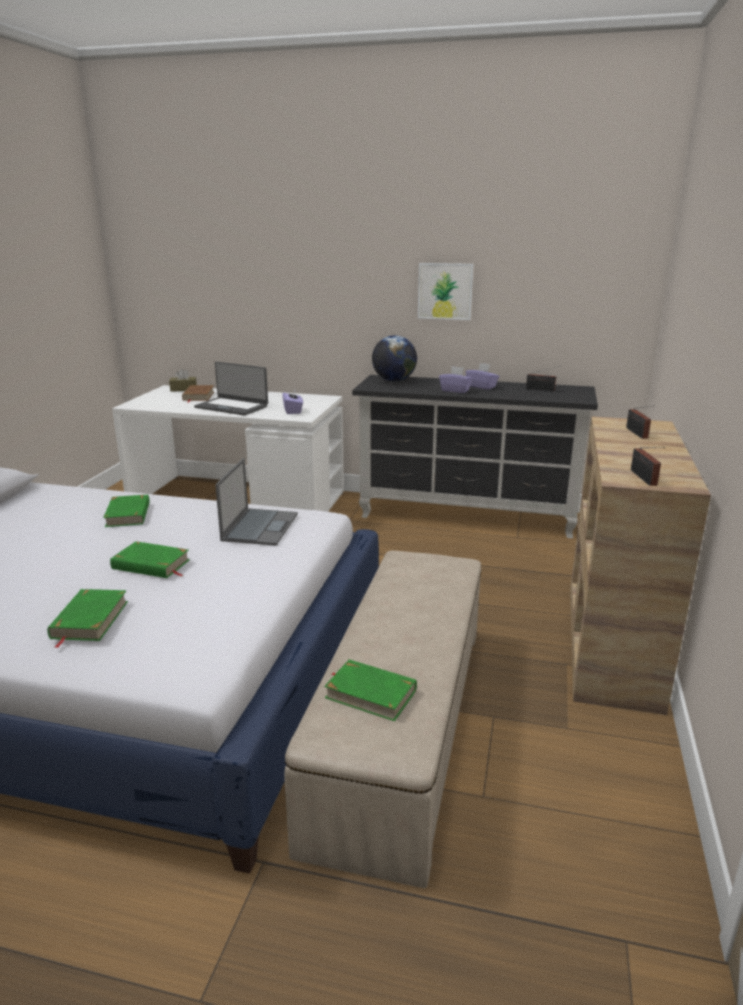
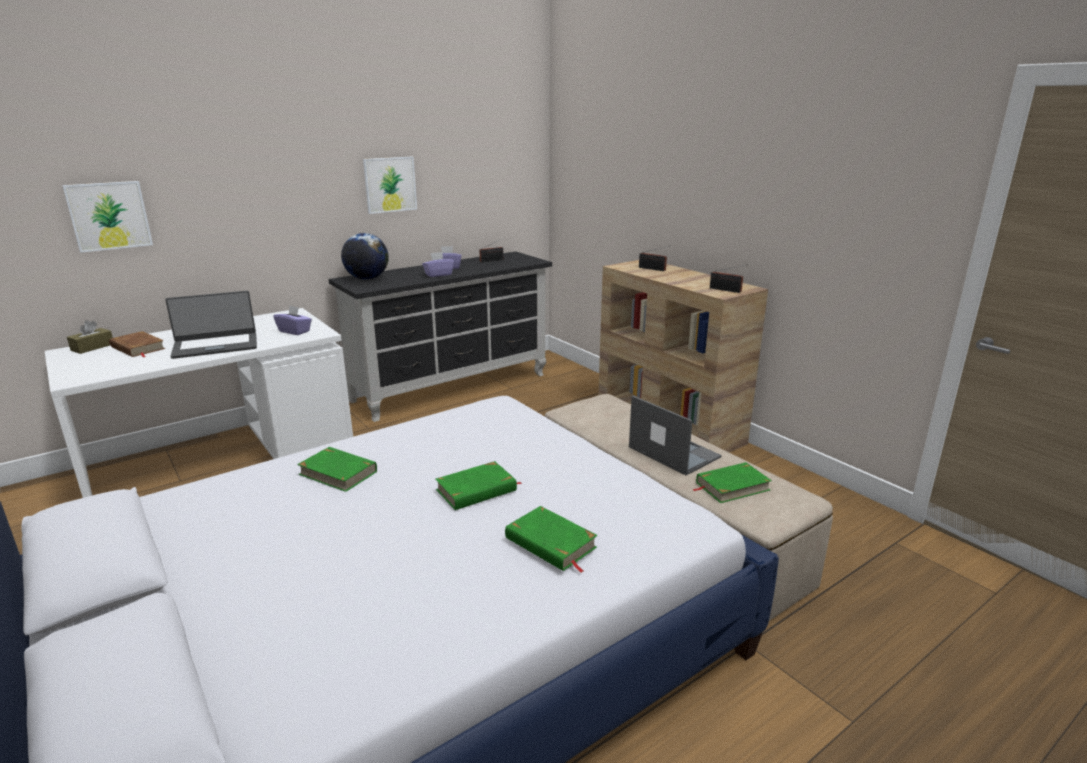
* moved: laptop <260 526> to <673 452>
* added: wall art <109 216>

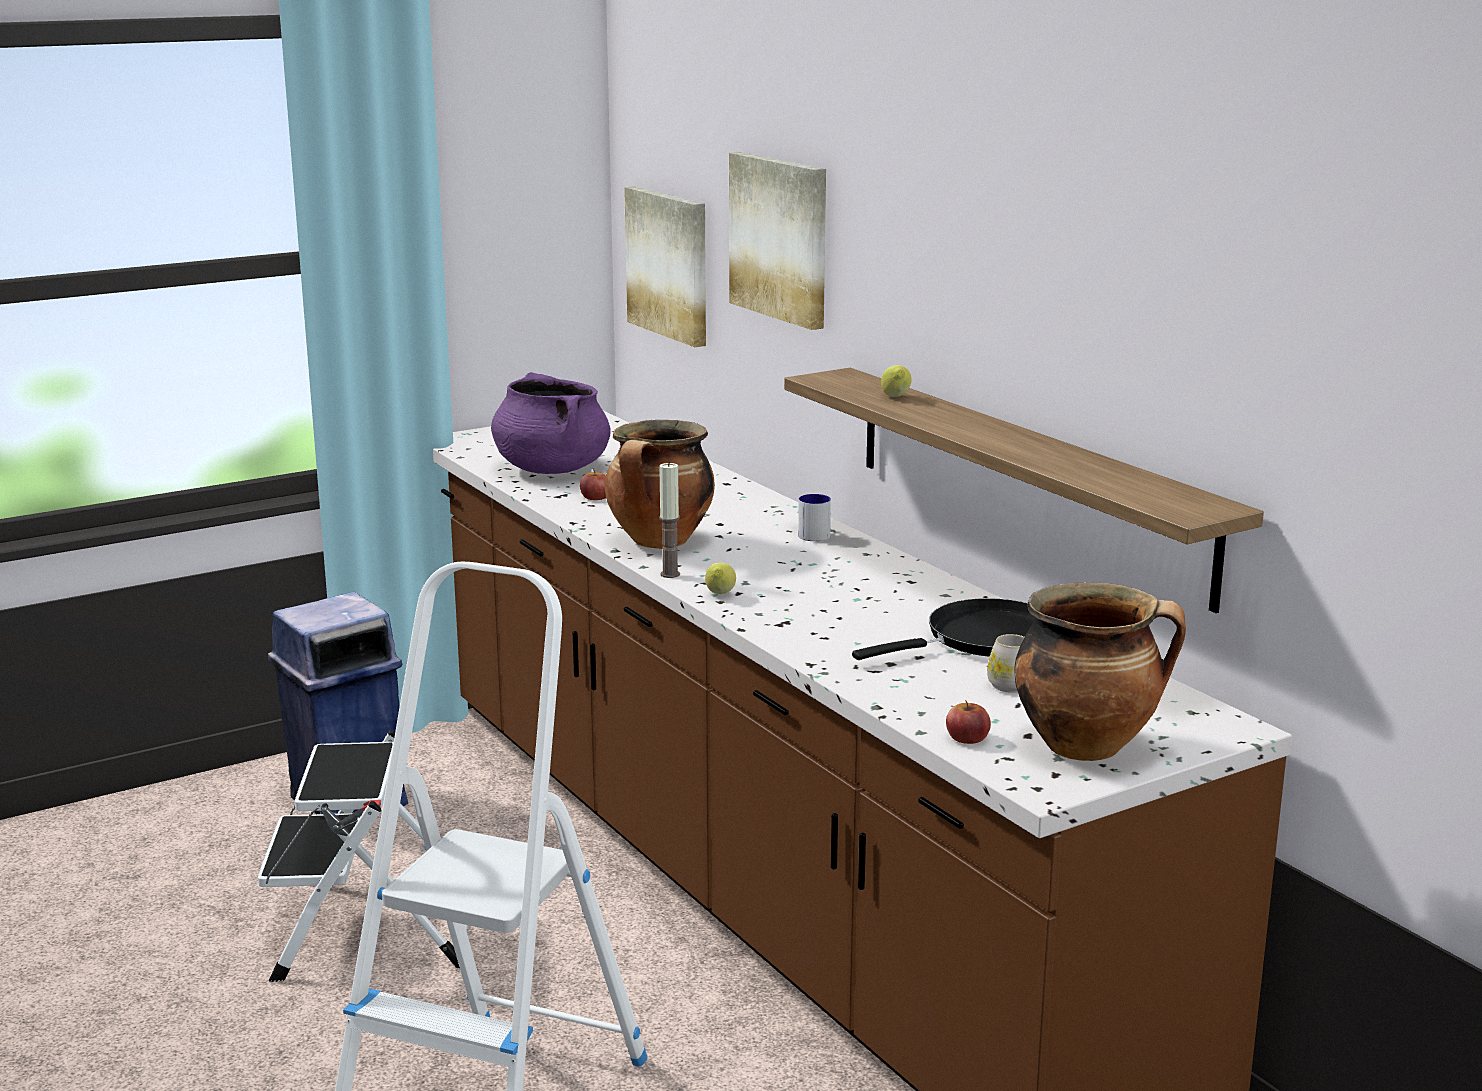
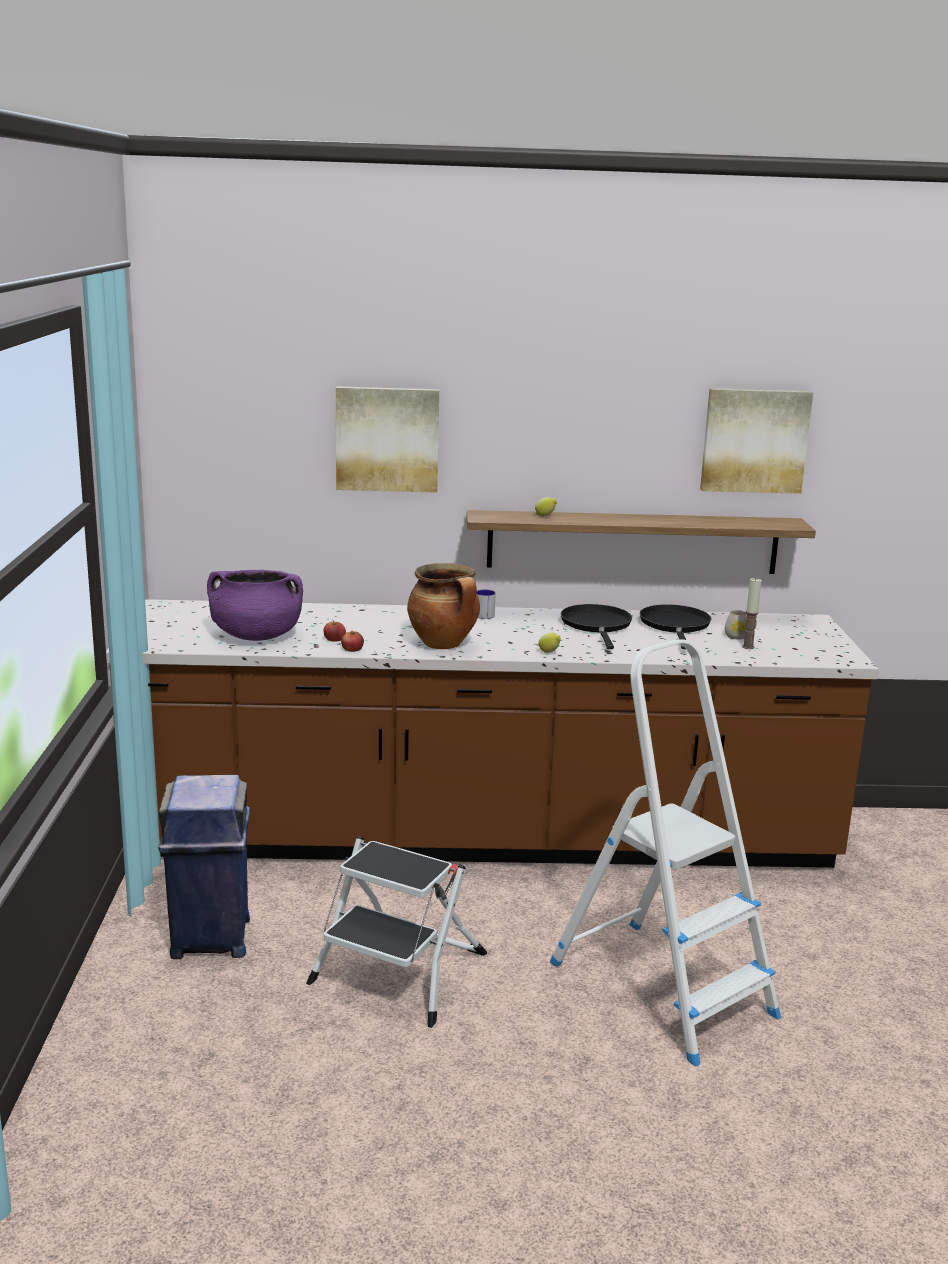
* moved: wall art <670 264> to <754 440>
* moved: candle <670 574> to <748 647>
* moved: whole apple <967 737> to <352 649>
* removed: saucepot <1088 746>
* added: black skillet <597 625>

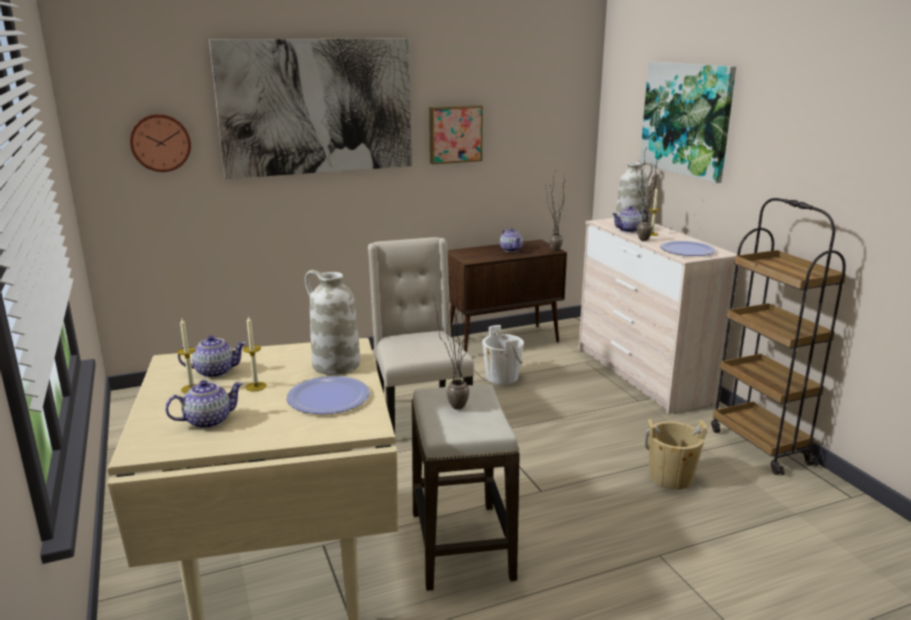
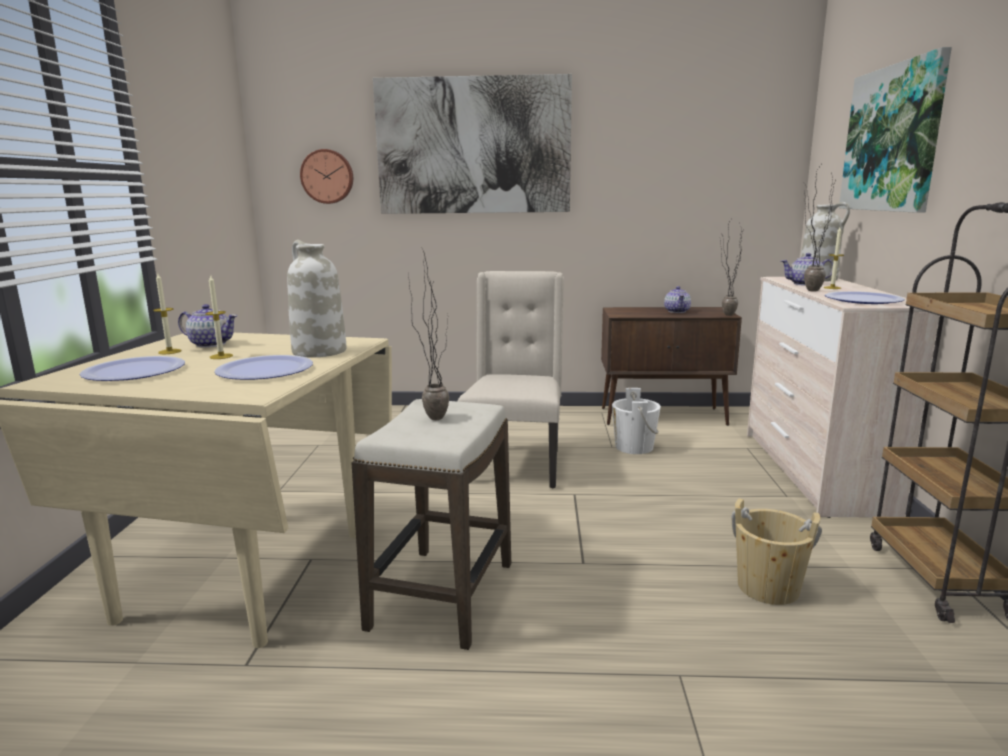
* replaced: teapot <207 421> to dinner plate <134 371>
* removed: wall art <455 134>

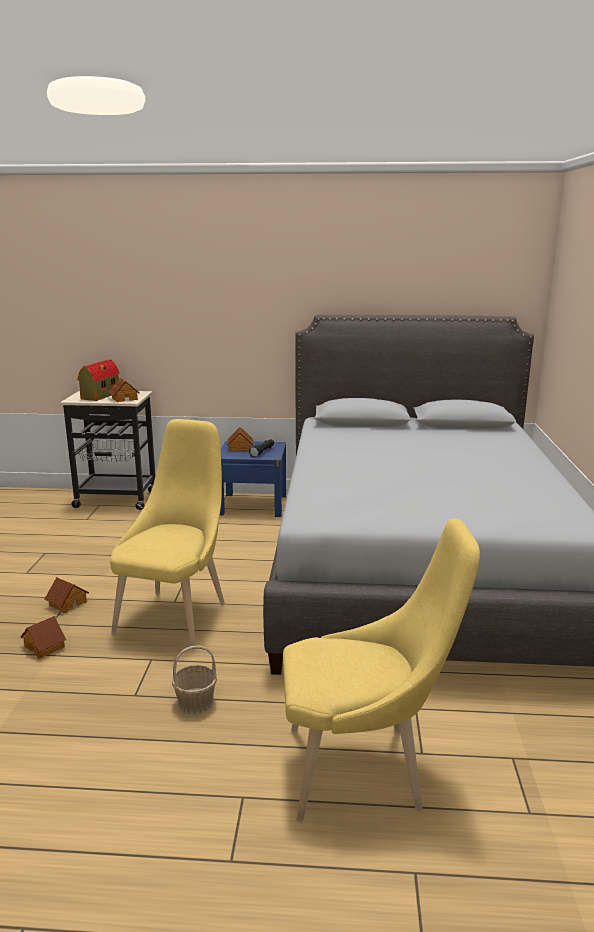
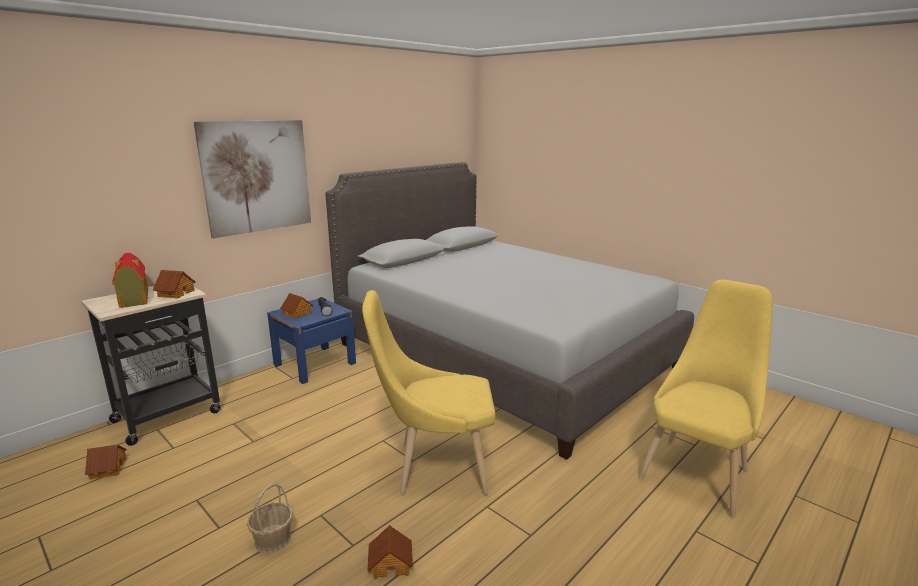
* moved: miniature house <67 603> to <107 469>
* turned: yellowish upright chair <176 615> = <435 467> 60 degrees counterclockwise
* moved: basket <195 702> to <272 539>
* added: wall art <257 176>

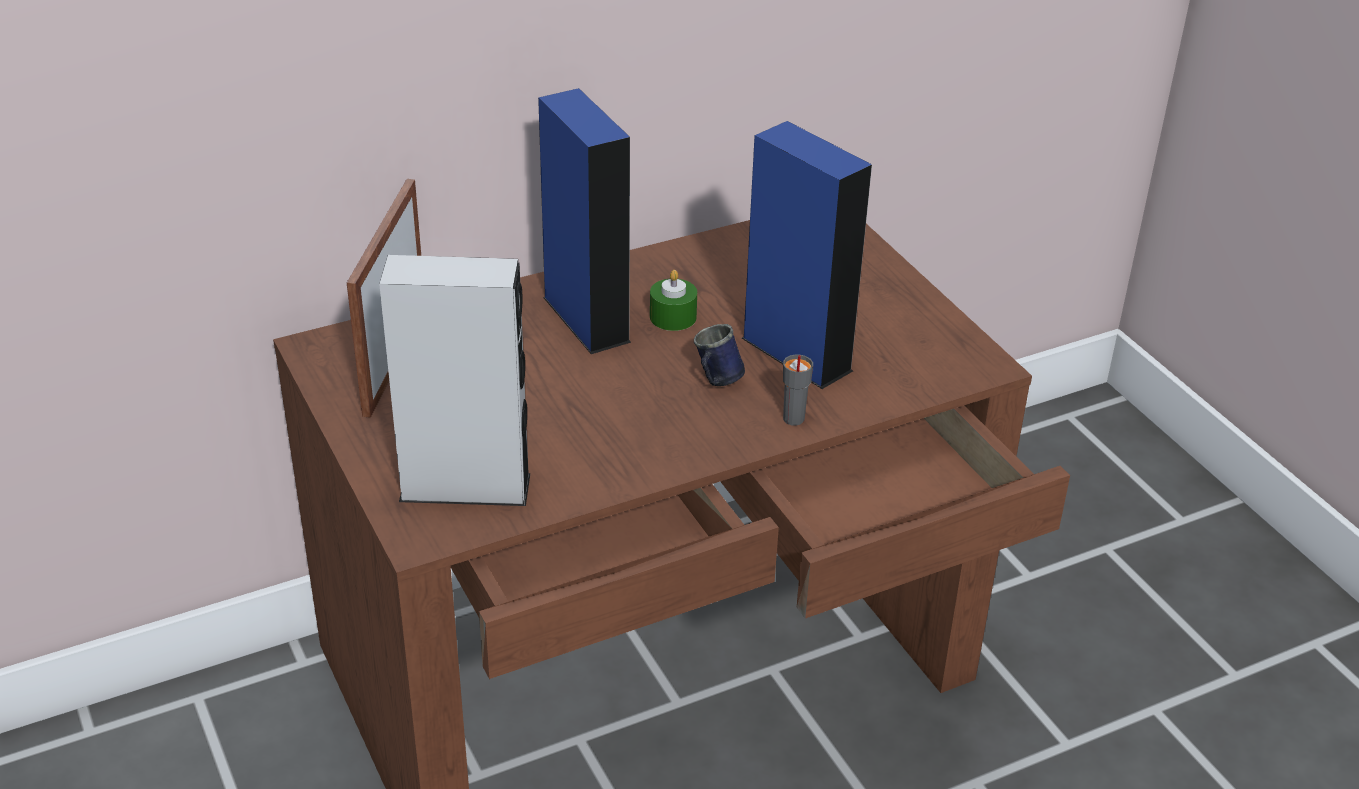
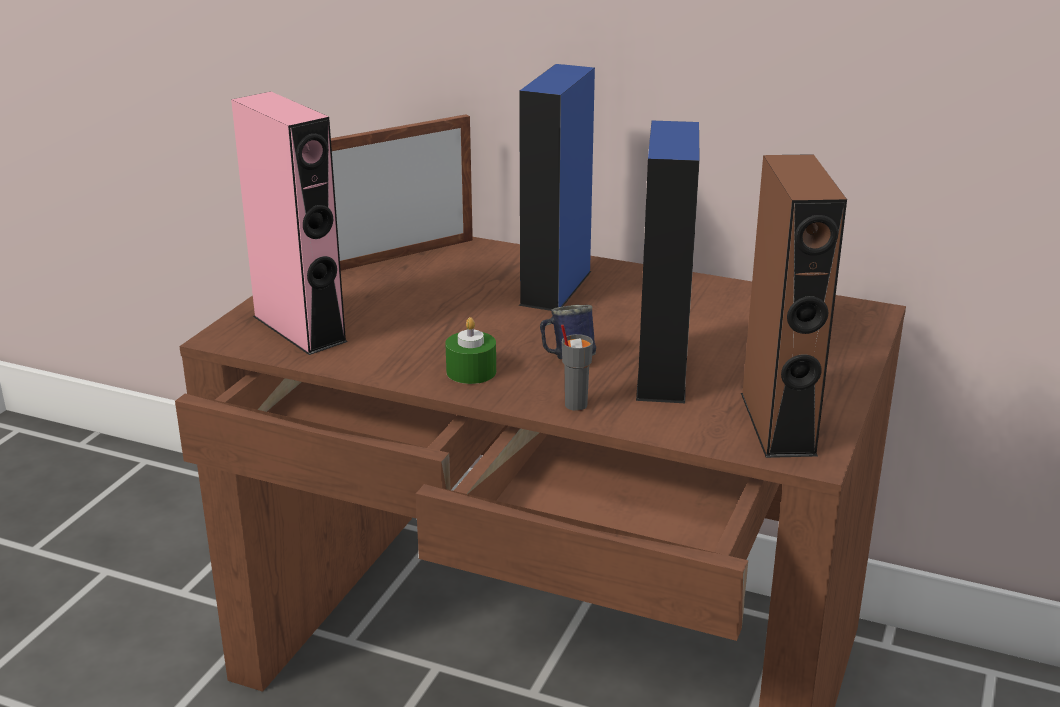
* recoloured: greyish audio speaker <465 487> to pink audio speaker <299 329>
* moved: greenish candle <673 317> to <471 371>
* added: brown audio speaker <777 423>

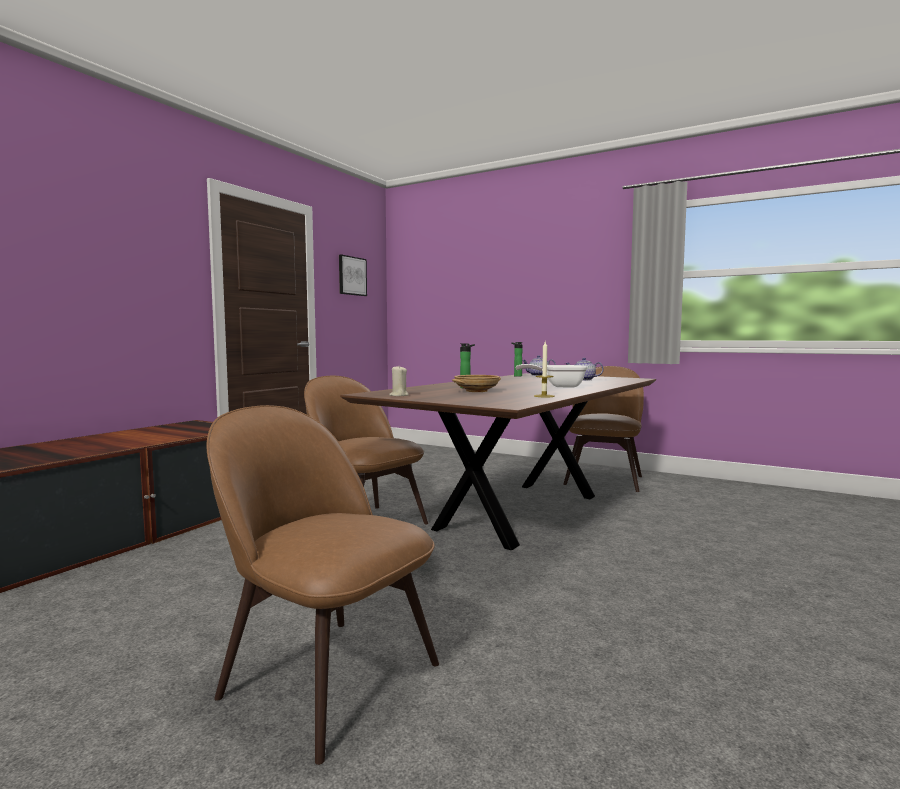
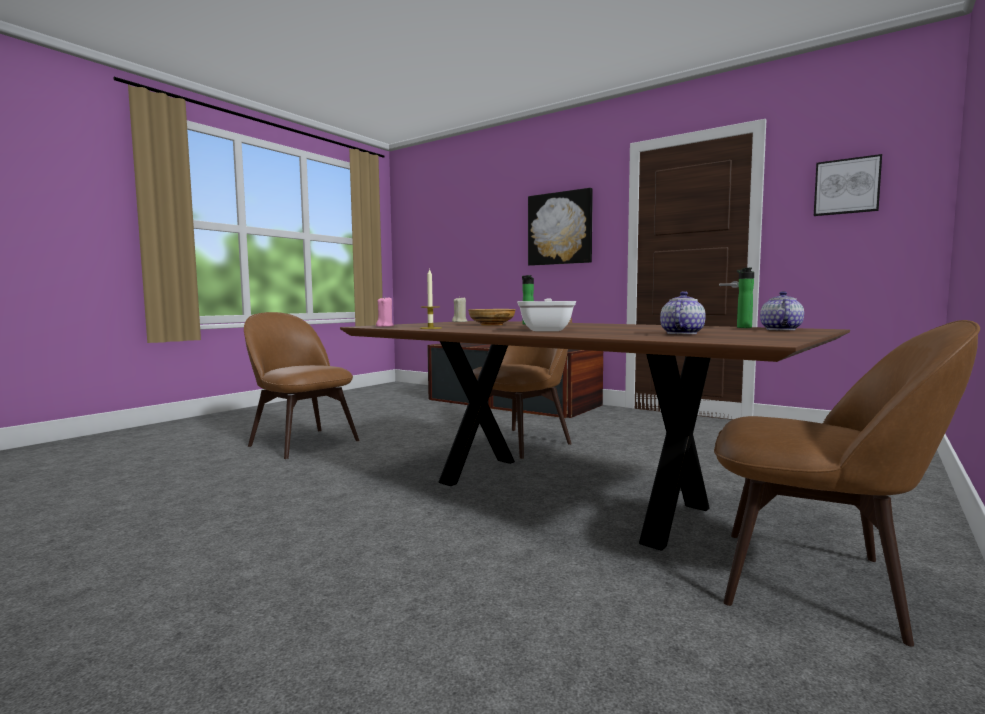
* turned: brown upright chair <325 676> = <301 442> 90 degrees counterclockwise
* added: pink candle <385 326>
* added: wall art <560 228>

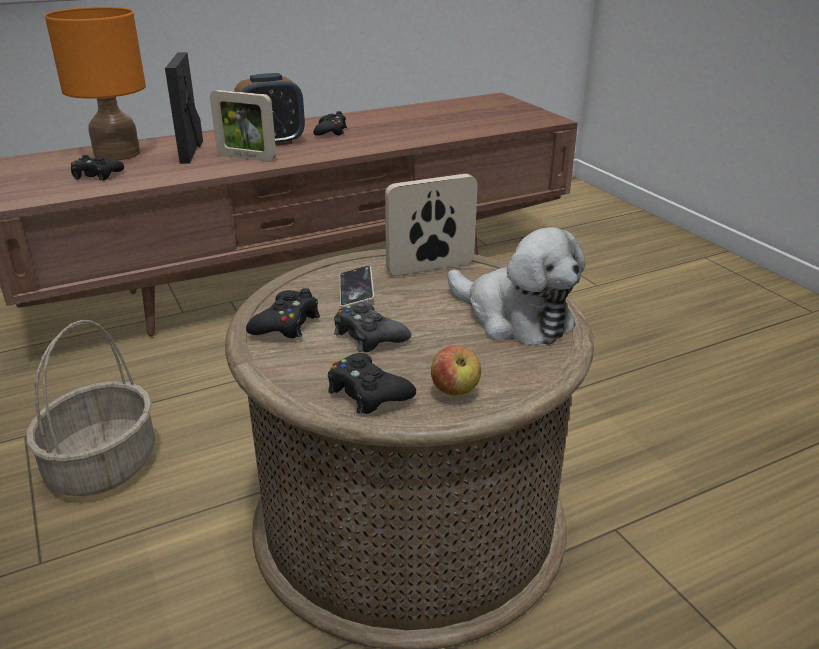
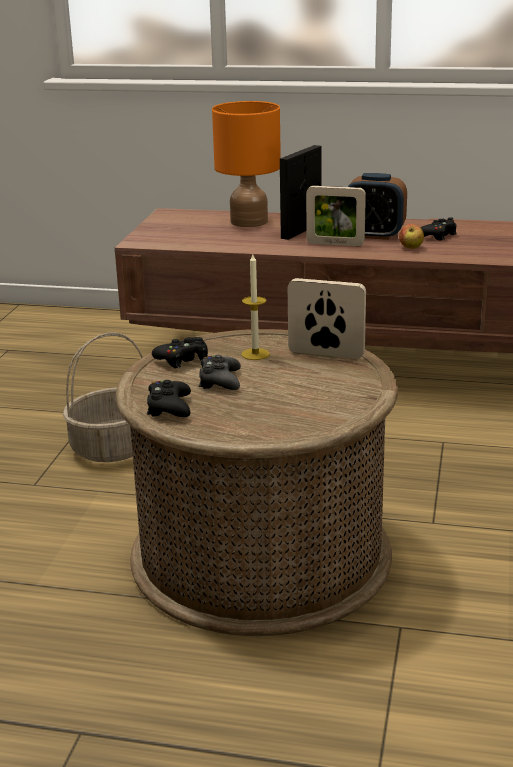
* removed: black gamepad <96 175>
* turned: picture frame <246 157> = <335 244> 45 degrees counterclockwise
* replaced: phone <356 291> to candle <255 354>
* moved: whole apple <455 391> to <411 247>
* removed: soft toy <514 318>

